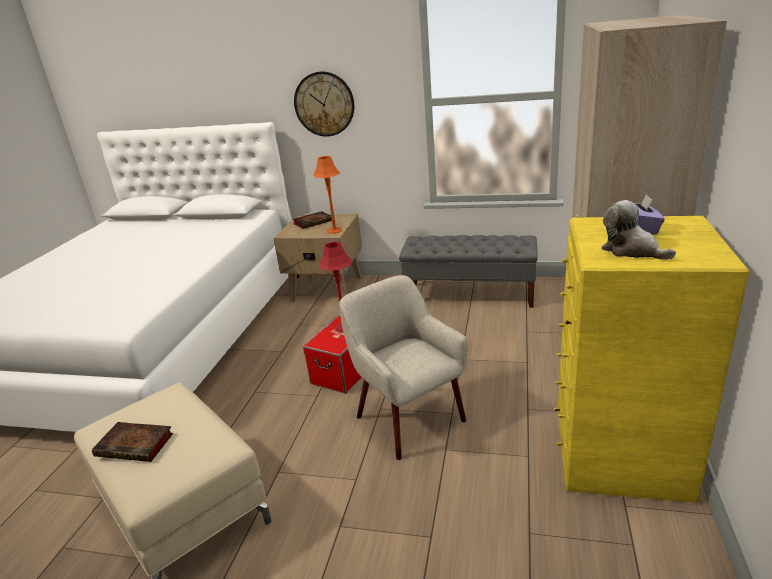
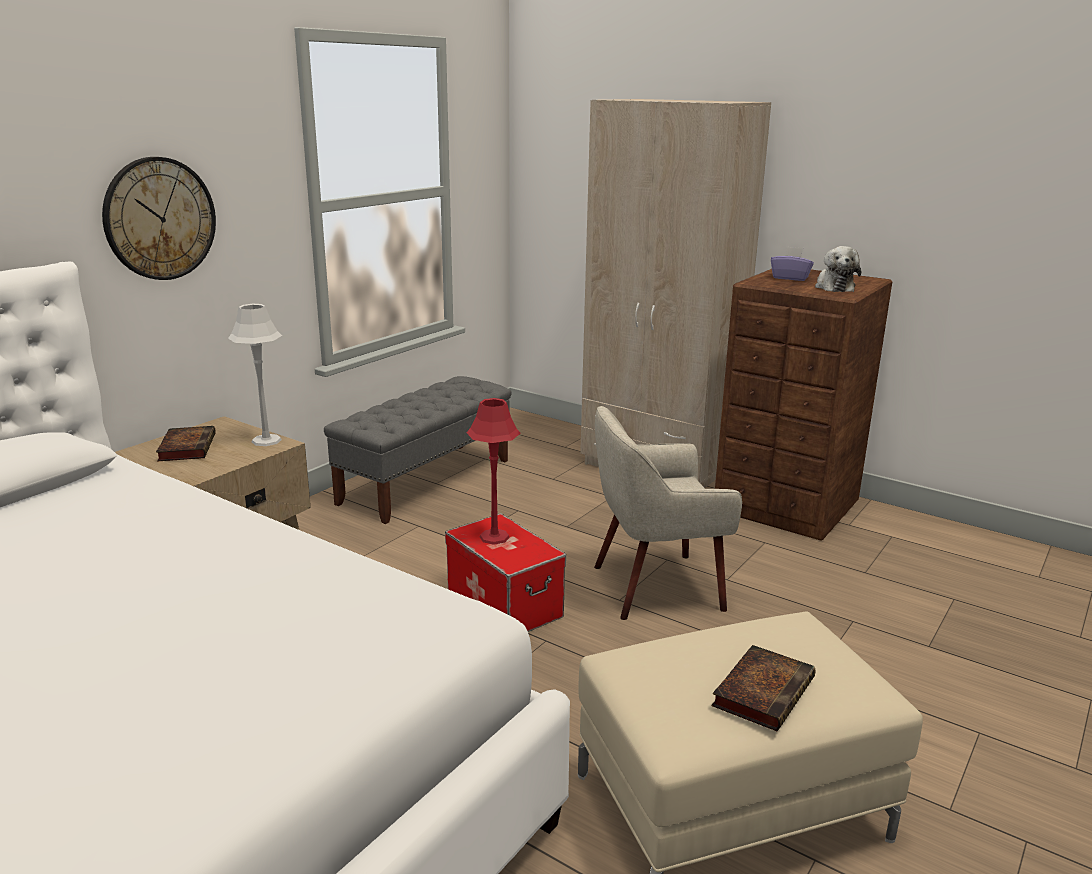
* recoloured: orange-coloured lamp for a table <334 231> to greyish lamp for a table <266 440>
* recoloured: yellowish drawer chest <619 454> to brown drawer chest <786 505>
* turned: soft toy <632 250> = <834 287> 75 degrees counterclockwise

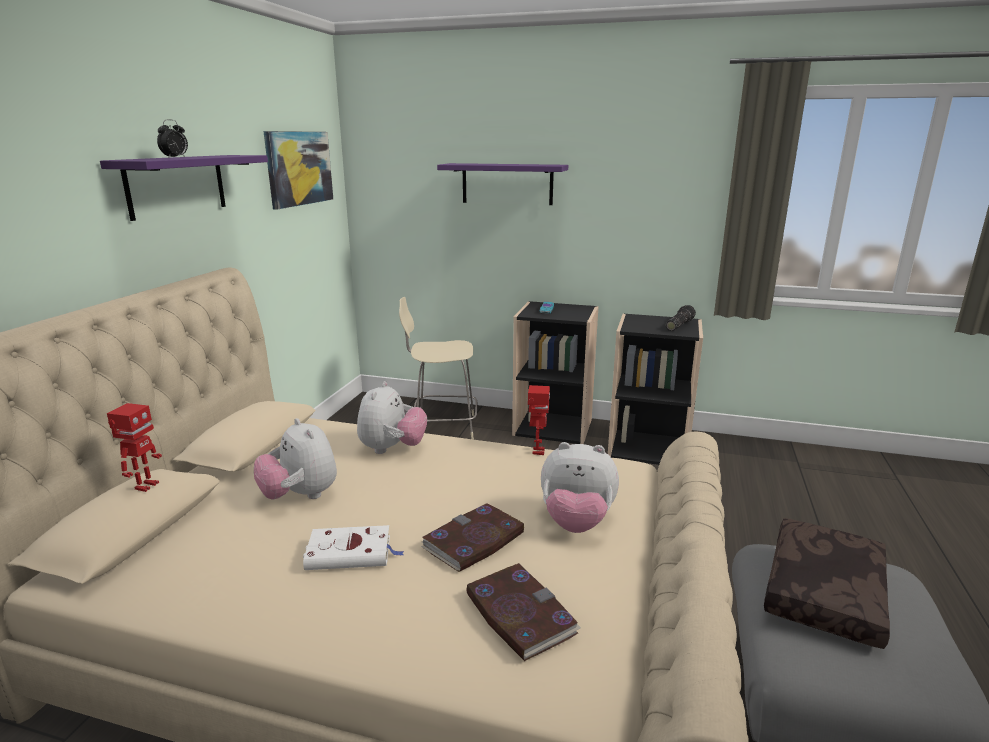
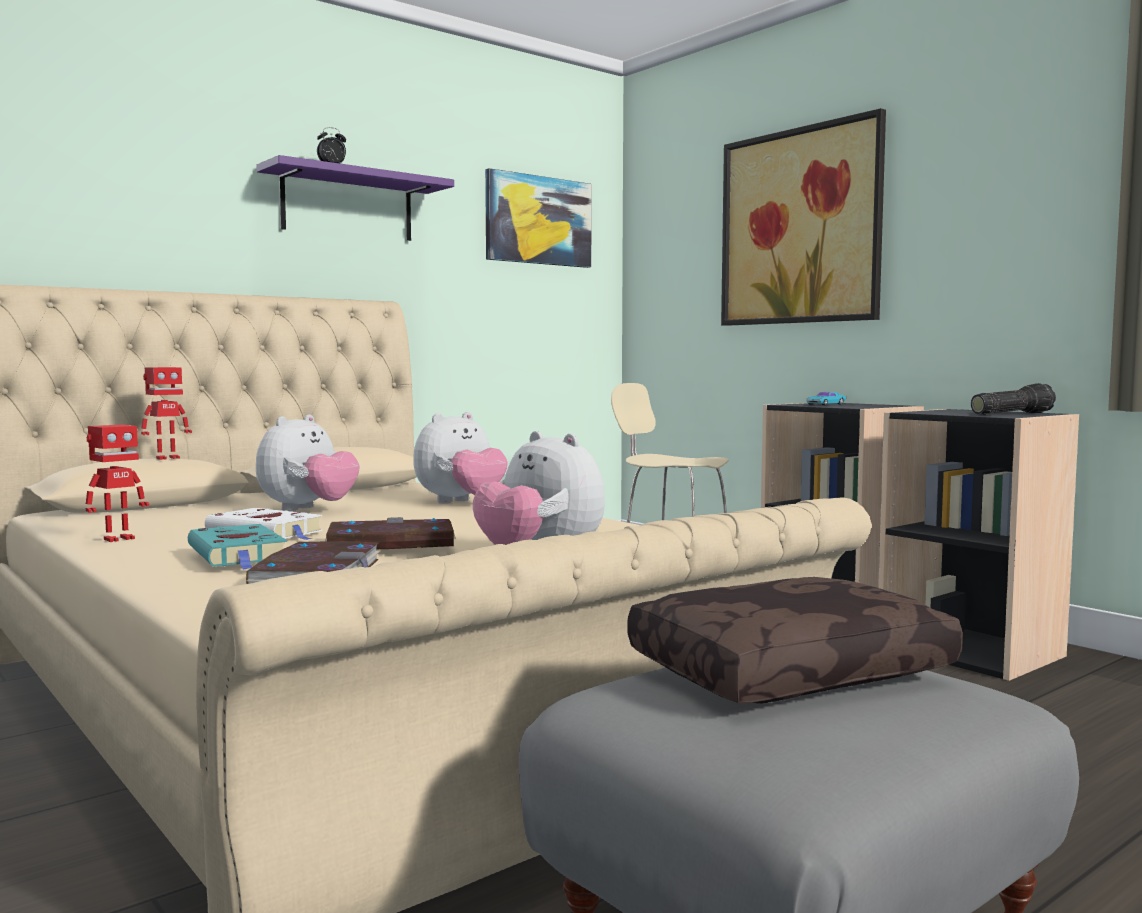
* turned: soft toy <300 496> = <308 509> 150 degrees counterclockwise
* replaced: purple shelf <507 184> to wall art <800 227>
* moved: model robot <537 451> to <117 539>
* added: turquoise volume <238 554>

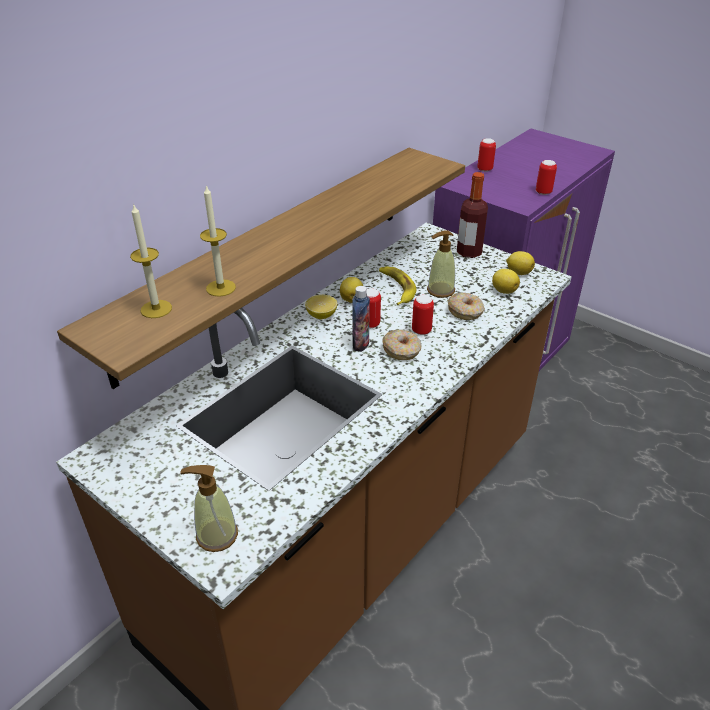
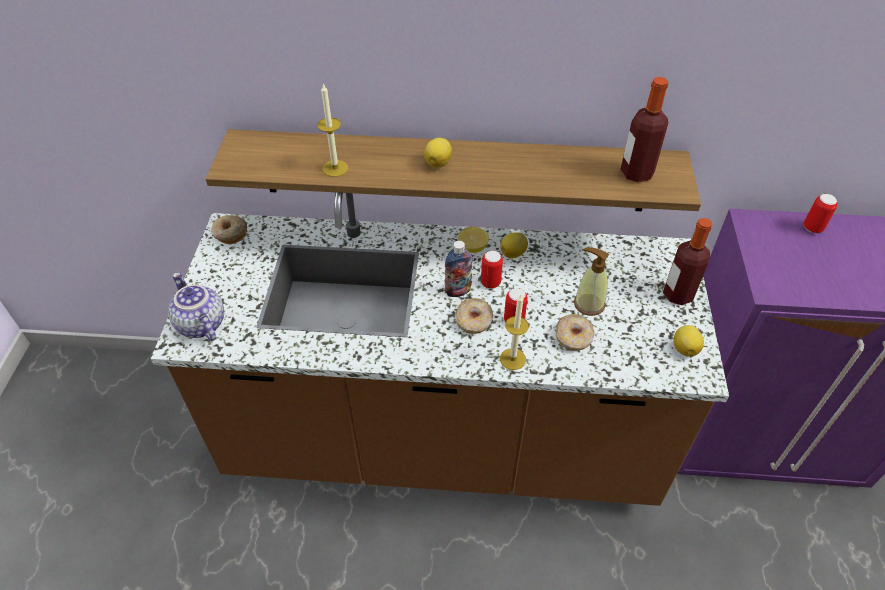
* moved: candle <156 309> to <512 359>
* replaced: soap dispenser <216 535> to teapot <200 324>
* removed: whole banana <396 288>
* moved: whole lemon <503 290> to <438 163>
* removed: sealed can <543 192>
* added: ring doughnut <230 234>
* added: beverage bottle <636 173>

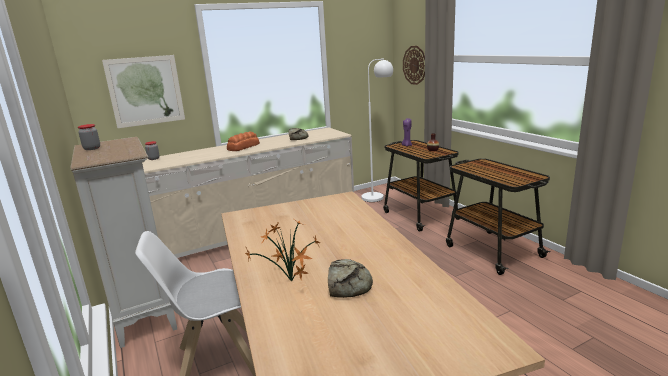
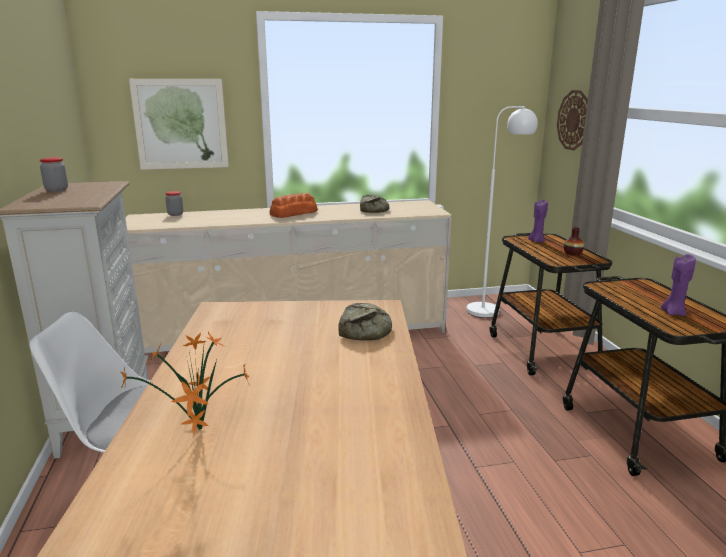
* moved: bread <348 284> to <366 329>
* added: purple candle <673 313>

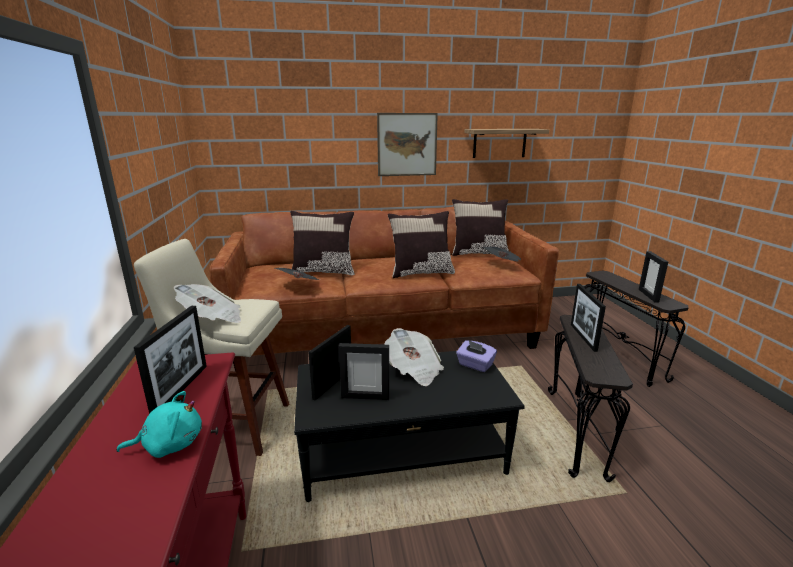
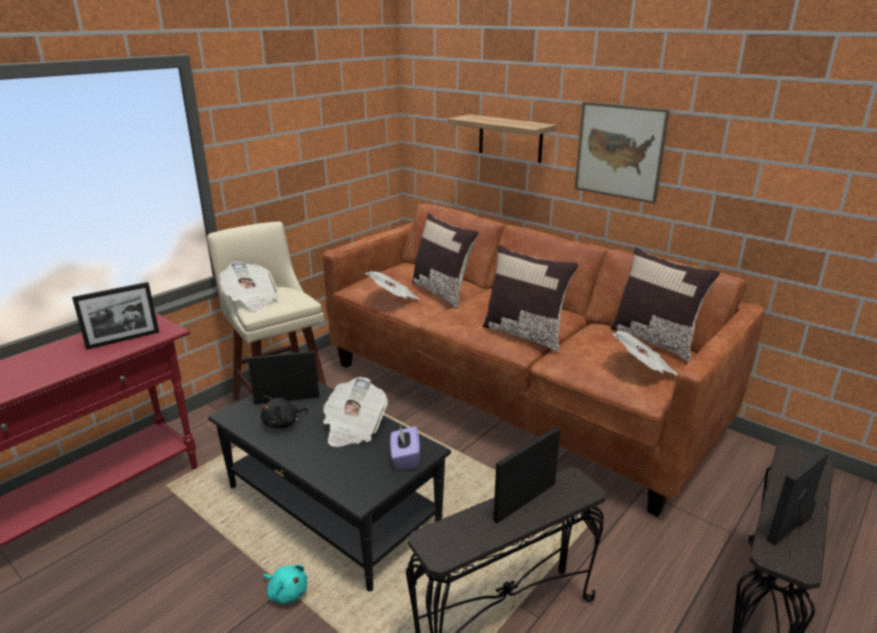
* moved: turquoise soft toy <170 444> to <287 592>
* replaced: picture frame <365 396> to black soft toy <282 423>
* moved: shelf <499 143> to <510 138>

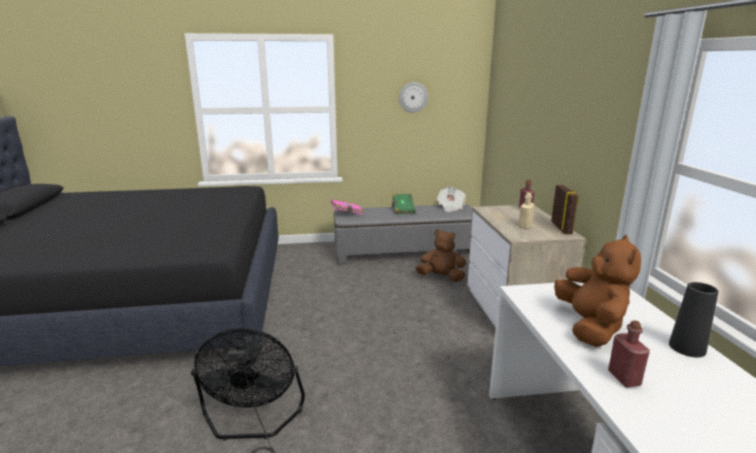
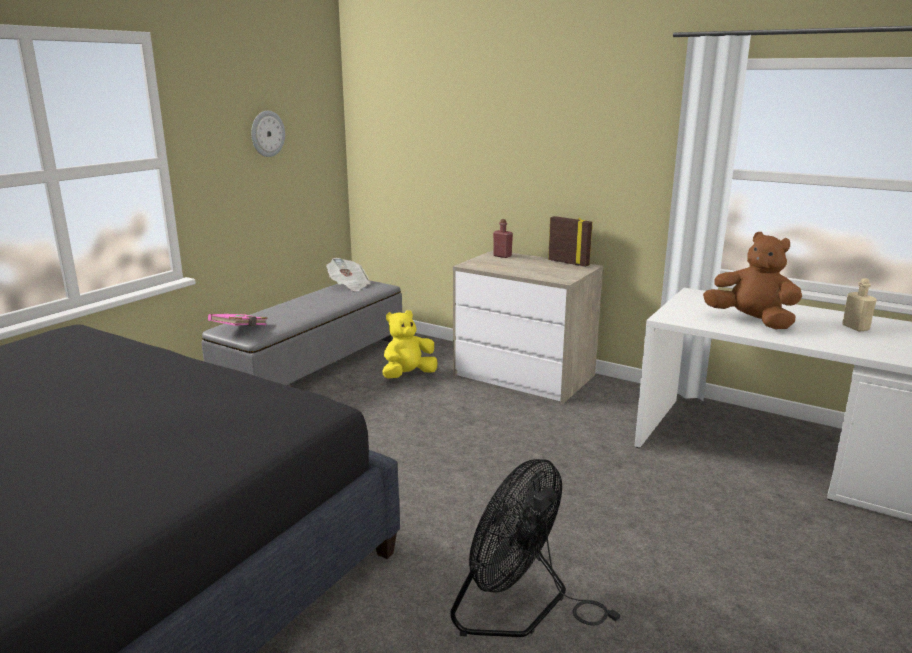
* removed: greenish volume <402 210>
* recoloured: brown soft toy <441 277> to yellowish soft toy <408 375>
* moved: beige-coloured beverage bottle <525 226> to <855 327>
* removed: red beverage bottle <624 378>
* removed: black vase <687 348>

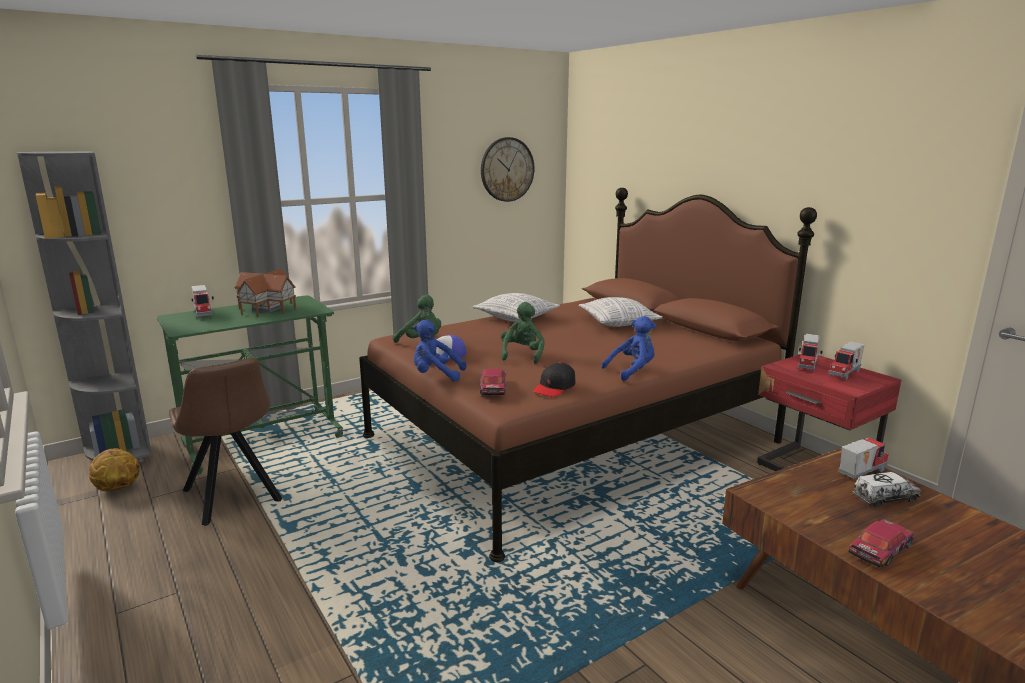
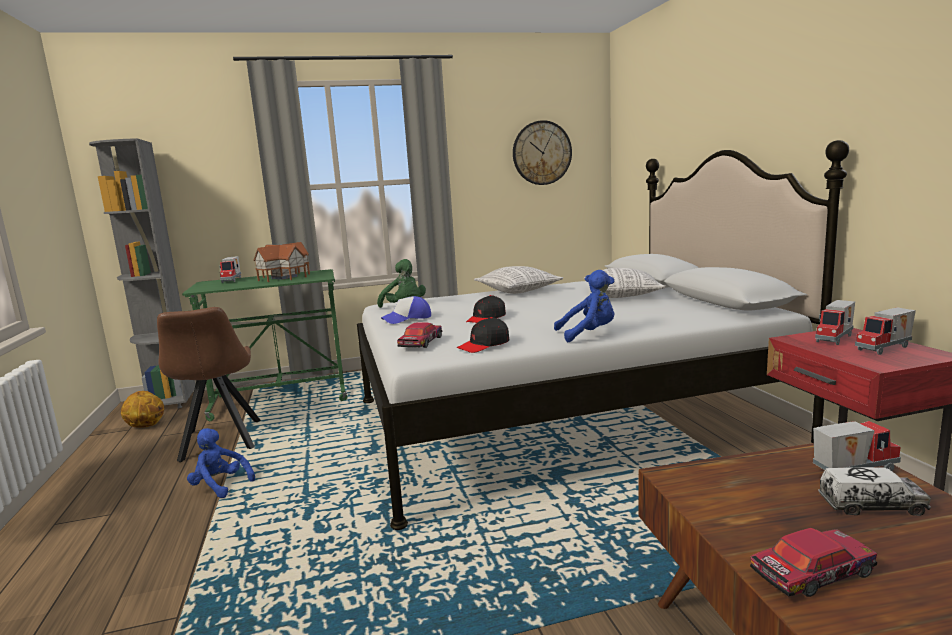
* recoloured: brown bedroom bed <571 439> to white-coloured bedroom bed <561 419>
* moved: blue soft toy <436 375> to <220 486>
* replaced: greenish soft toy <522 355> to black cap <486 318>

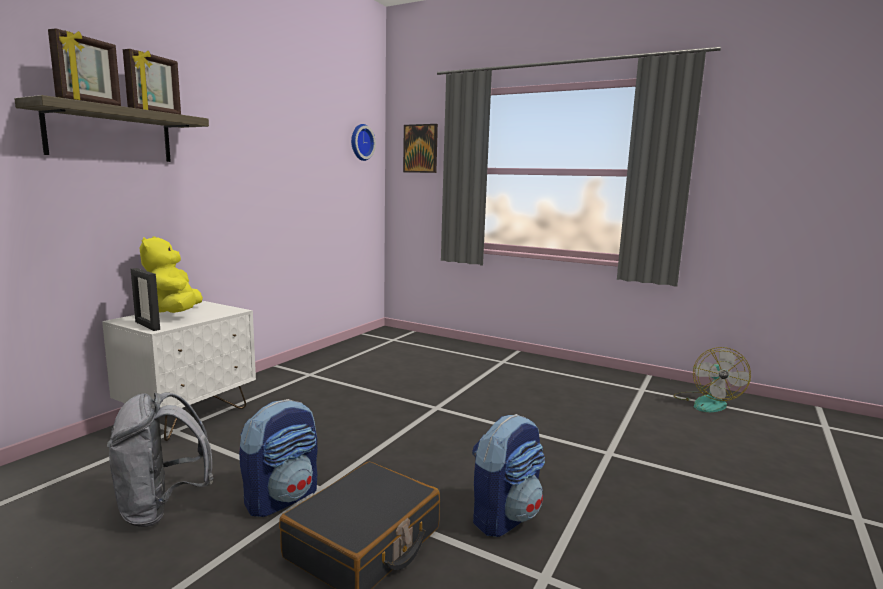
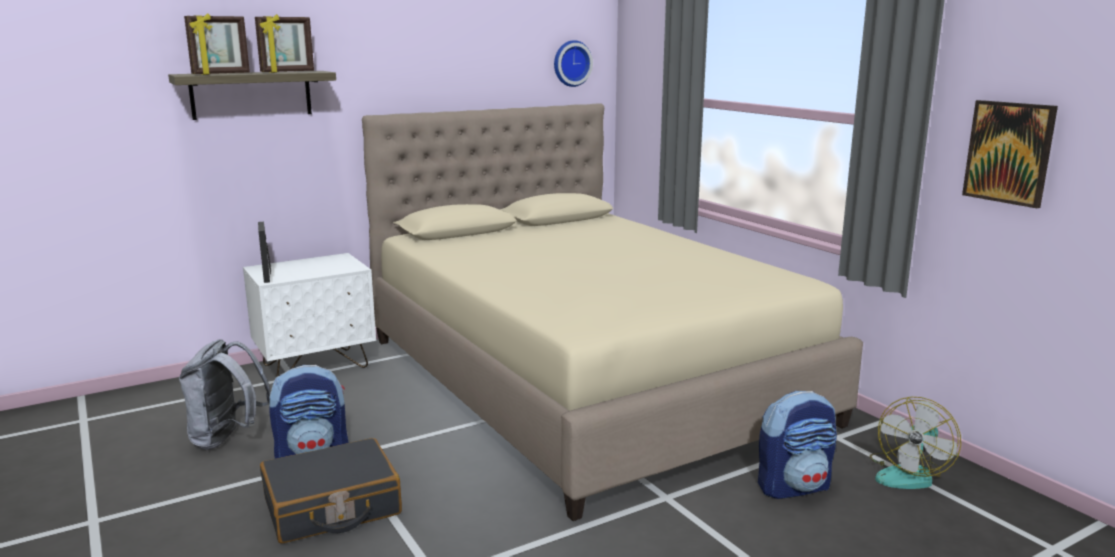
* removed: yellowish soft toy <176 313>
* moved: wall art <420 148> to <1009 152>
* moved: knapsack <505 516> to <794 487>
* added: beige-coloured bedroom bed <585 378>

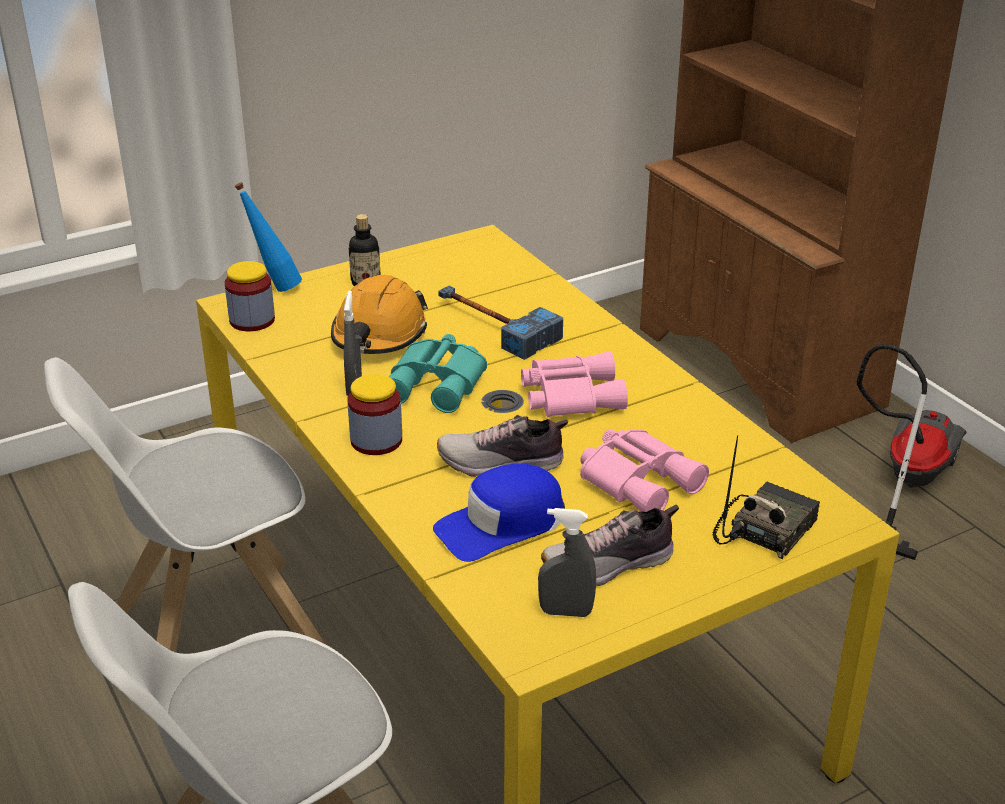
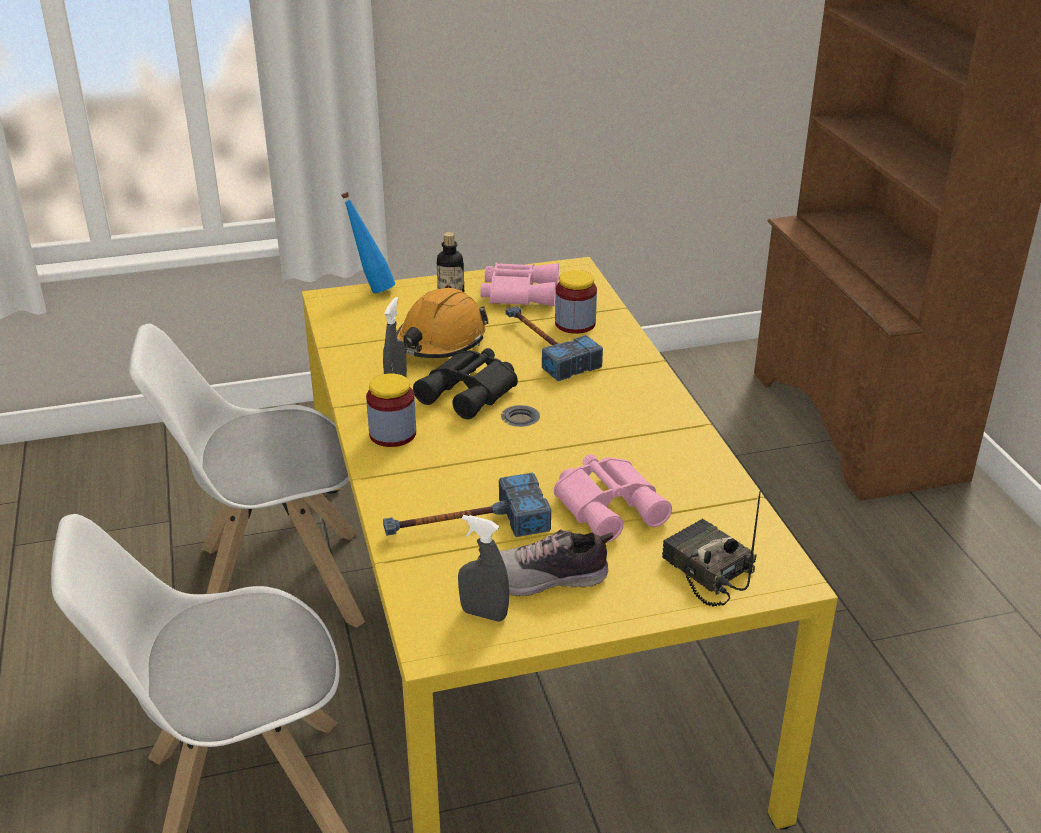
* moved: storage jar <252 320> to <575 324>
* recoloured: turquoise pair of binoculars <439 384> to black pair of binoculars <471 392>
* replaced: blue cap <501 524> to hand hammer <465 525>
* removed: shoe <502 463>
* moved: pink pair of binoculars <570 395> to <519 292>
* turned: radio set <764 529> = <705 571> 90 degrees counterclockwise
* removed: vacuum cleaner <903 482>

